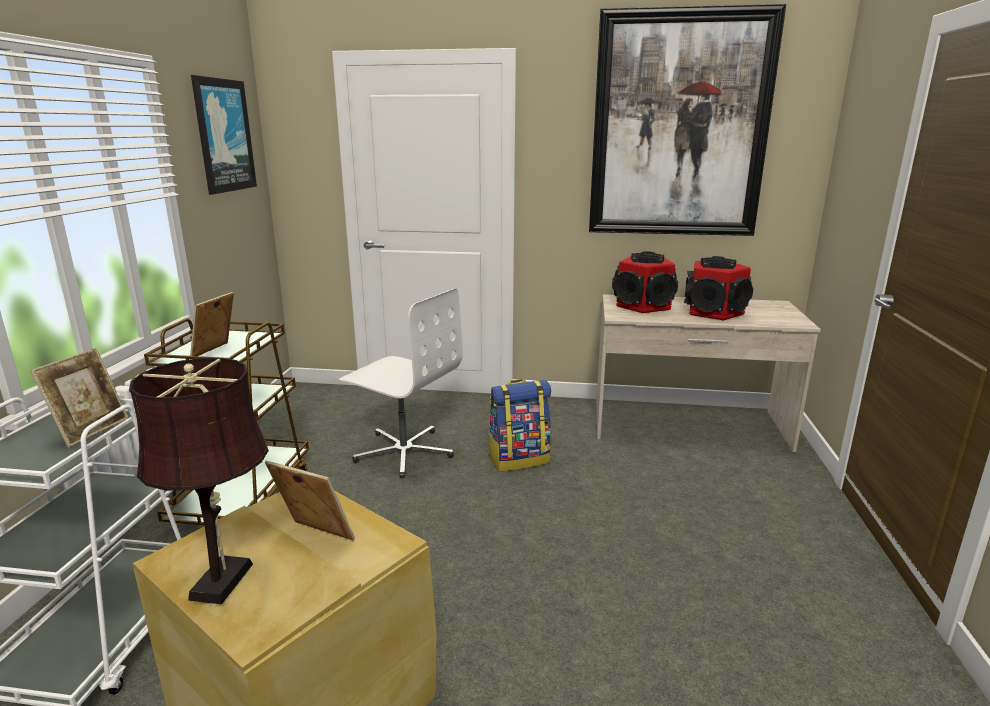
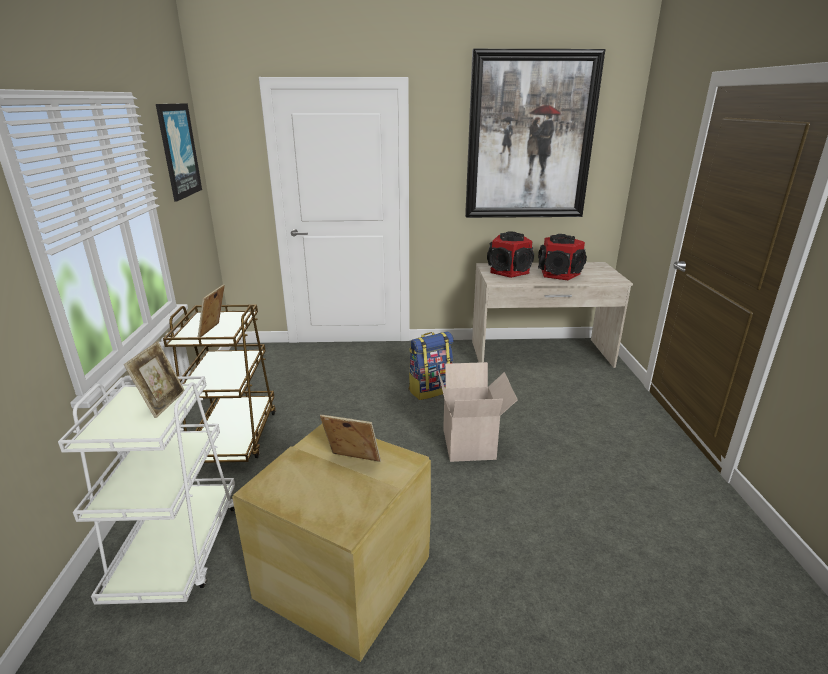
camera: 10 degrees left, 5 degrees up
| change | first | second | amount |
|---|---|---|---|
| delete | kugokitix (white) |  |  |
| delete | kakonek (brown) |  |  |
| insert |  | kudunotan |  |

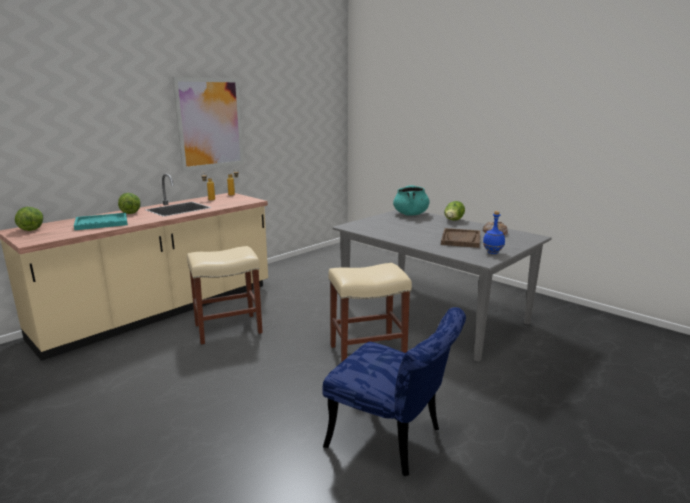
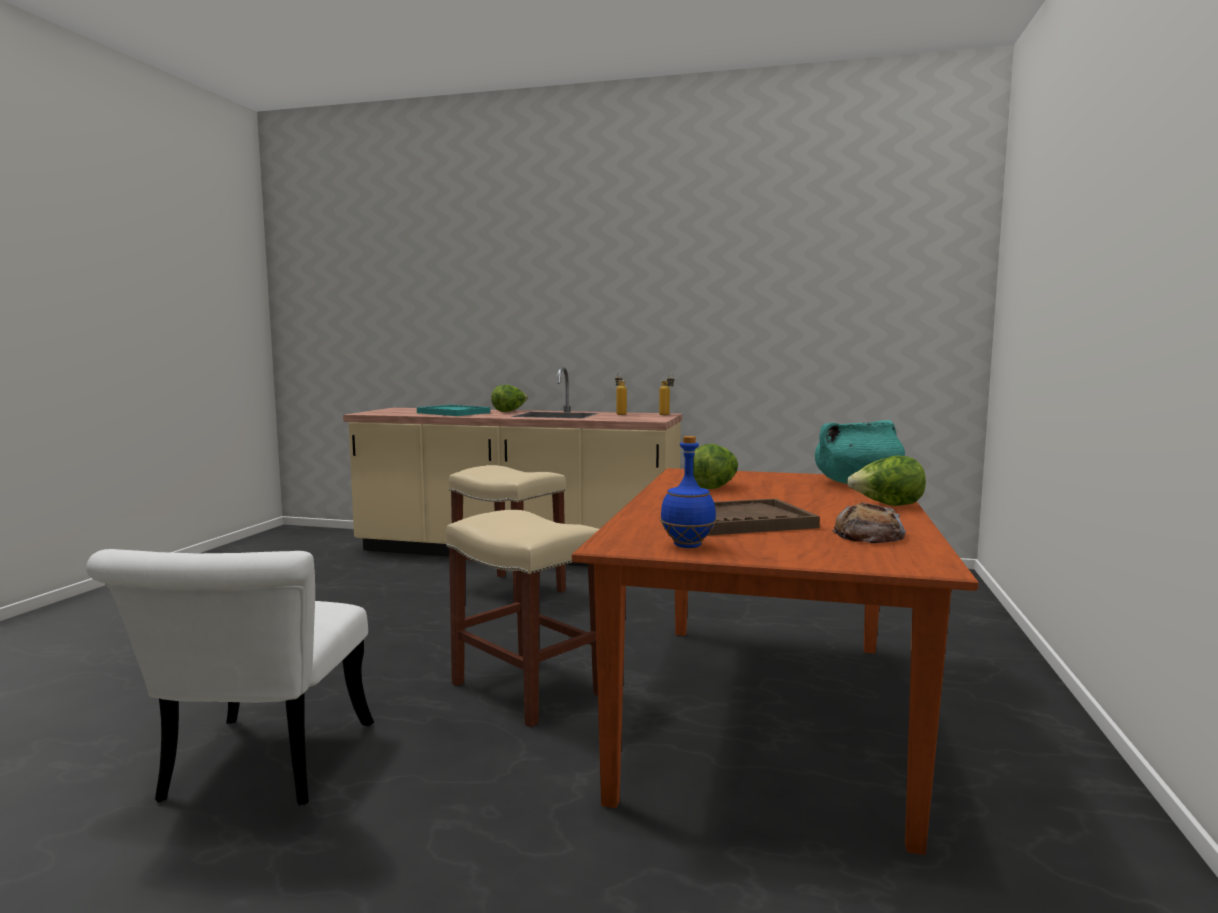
camera: 60 degrees right, 10 degrees down
| change | first | second | amount |
|---|---|---|---|
| delete | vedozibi |  |  |
| move | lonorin (1st from left in the first image) | lonorin (2nd from left) |  |
| recolor | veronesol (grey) | veronesol (brown) |  |
| recolor | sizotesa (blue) | sizotesa (white) |  |

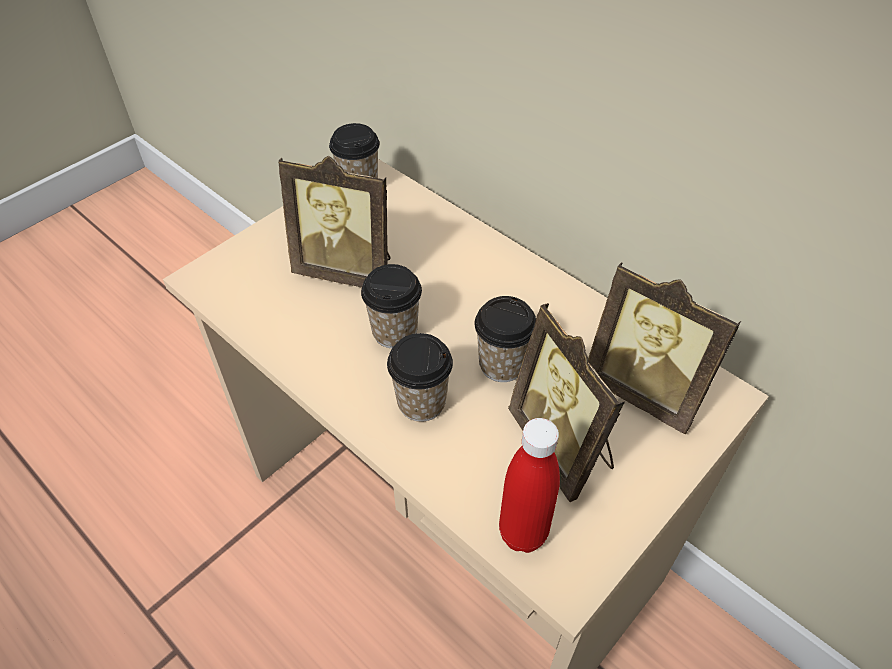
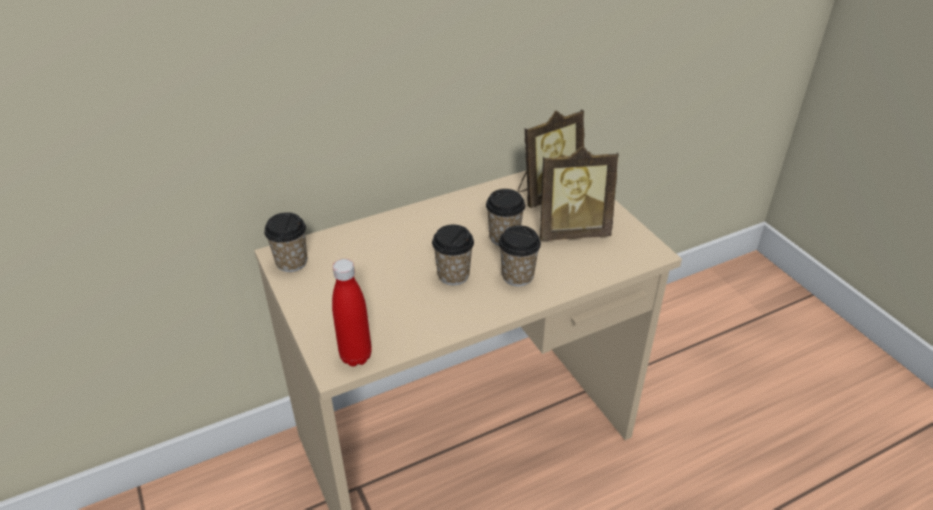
camera: 70 degrees left, 10 degrees down
| change | first | second | amount |
|---|---|---|---|
| delete | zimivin (1st from left) |  |  |
| move | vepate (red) |  |  |

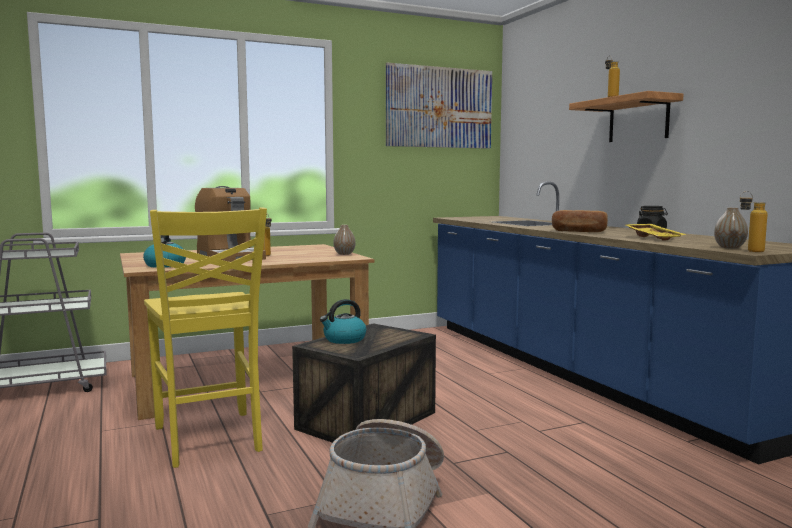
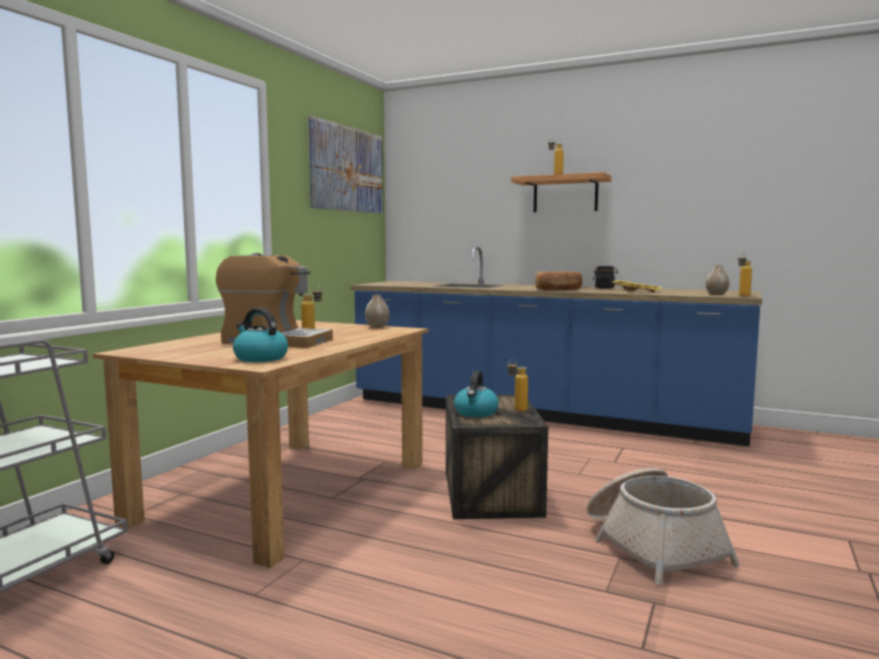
camera: 40 degrees left, 0 degrees up
| change | first | second | amount |
|---|---|---|---|
| delete | sizotesa (yellow) |  |  |
| insert |  | vepate (2nd from left) |  |

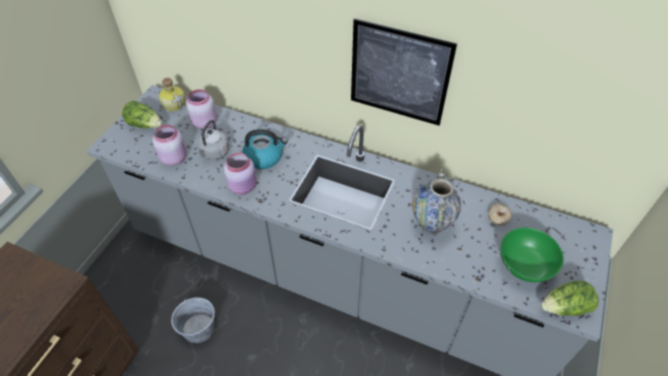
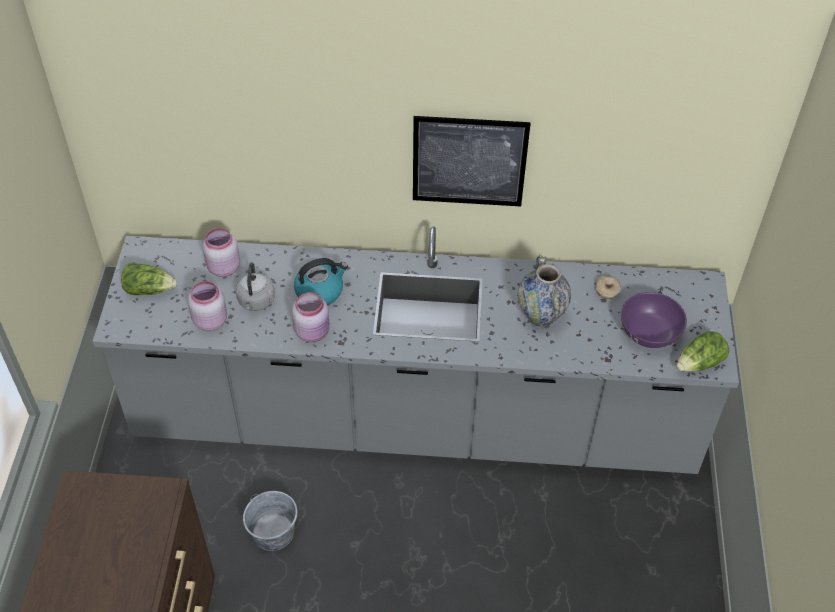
camera: 20 degrees left, 0 degrees up
| change | first | second | amount |
|---|---|---|---|
| delete | vepate |  |  |
| recolor | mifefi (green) | mifefi (purple) |  |

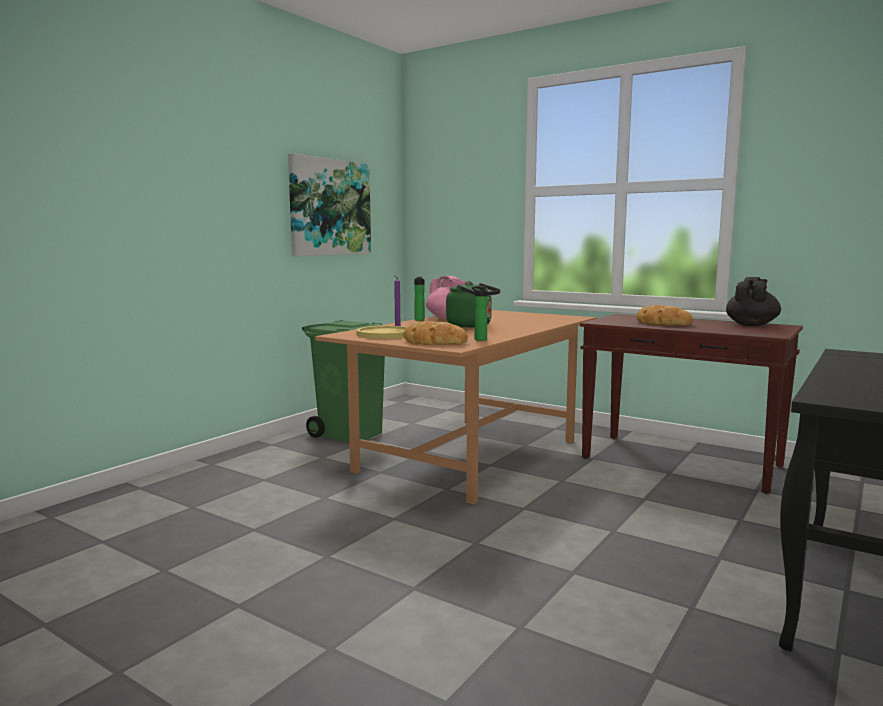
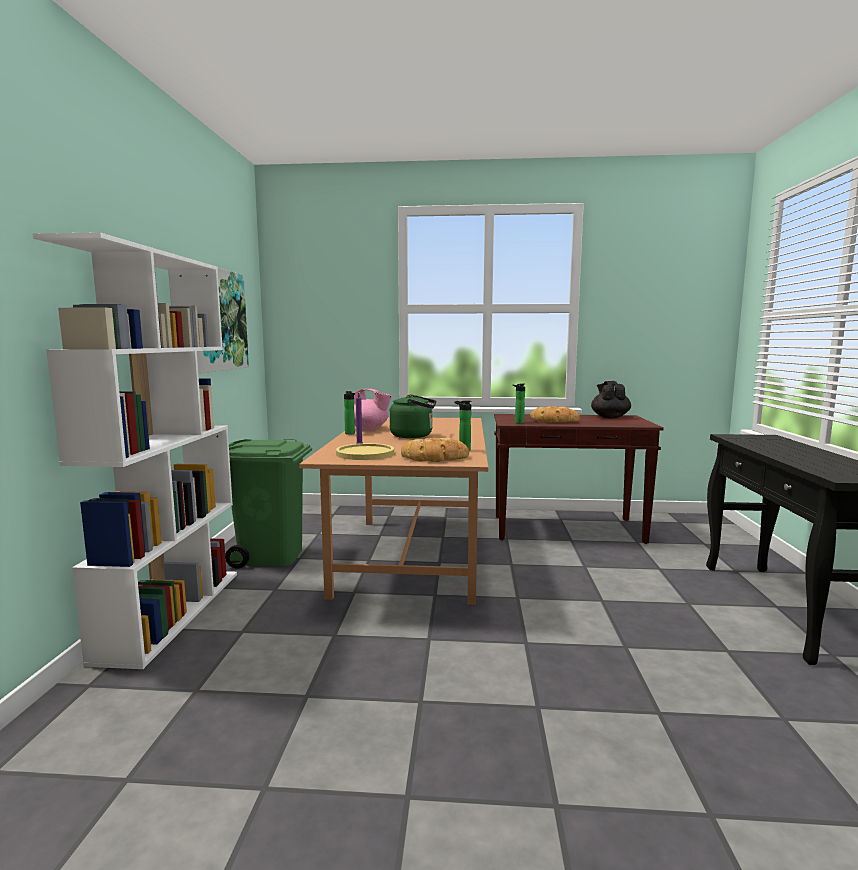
camera: 30 degrees left, 0 degrees up
| change | first | second | amount |
|---|---|---|---|
| insert |  | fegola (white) |  |
| insert |  | vepate (3rd from left) |  |

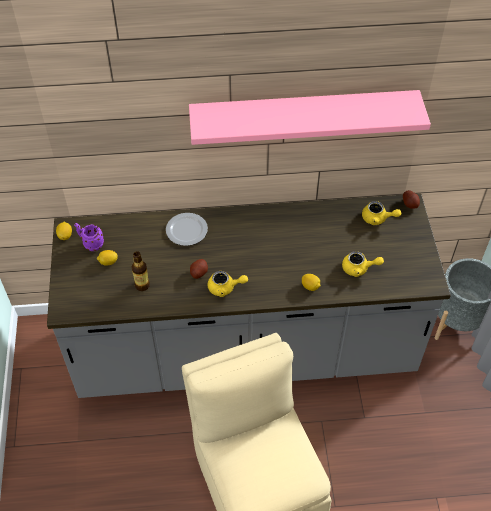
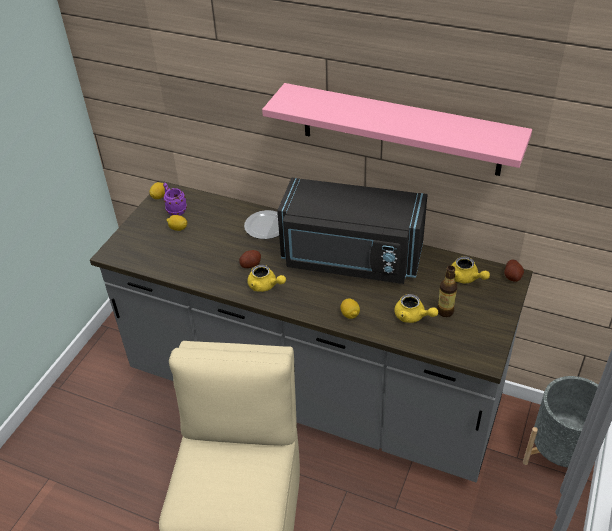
camera: 30 degrees right, 10 degrees down
| change | first | second | amount |
|---|---|---|---|
| move | vepate |  |  |
| insert |  | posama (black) |  |

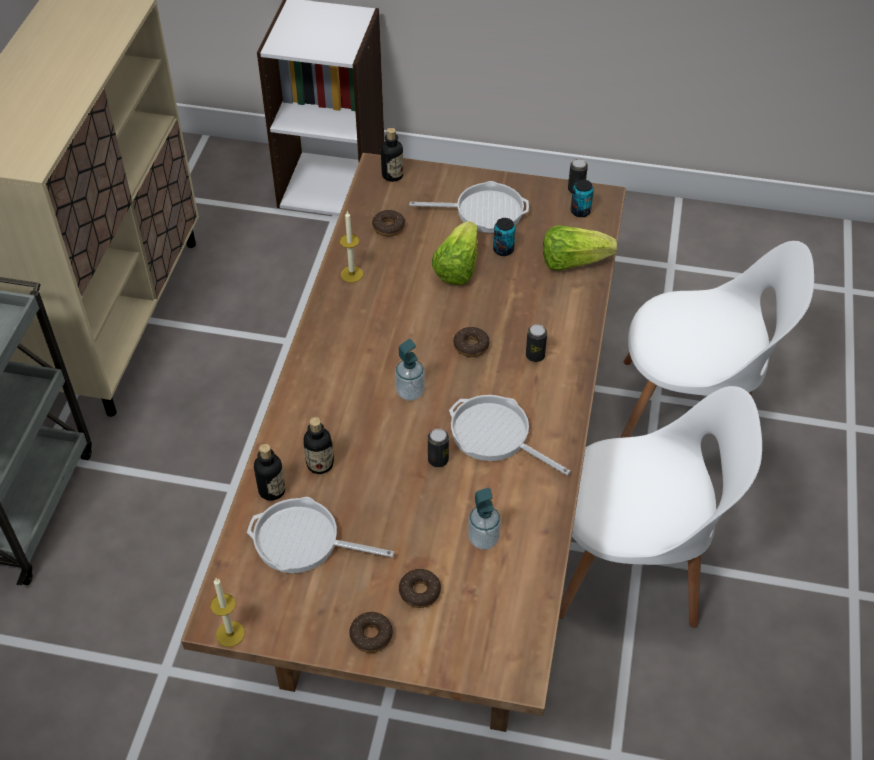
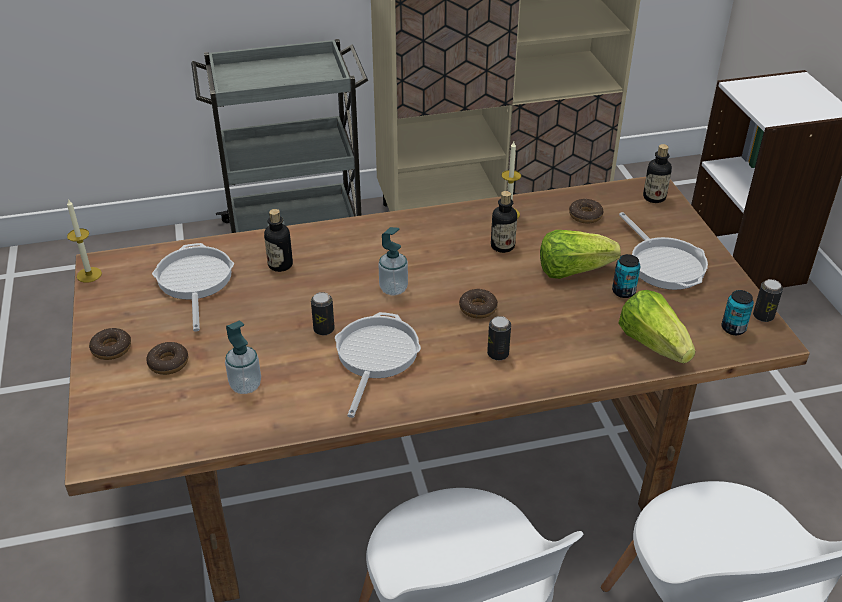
camera: 65 degrees right, 10 degrees down
| change | first | second | amount |
|---|---|---|---|
| move | vepate (1st from left in the first image) | vepate (2nd from left) |  |

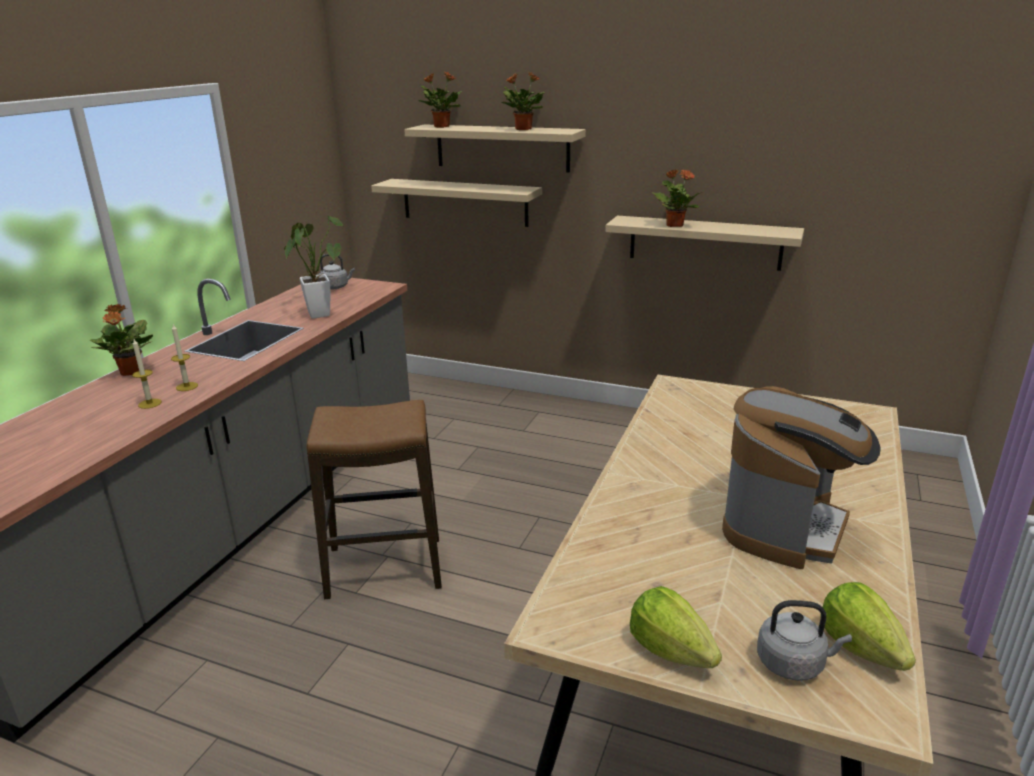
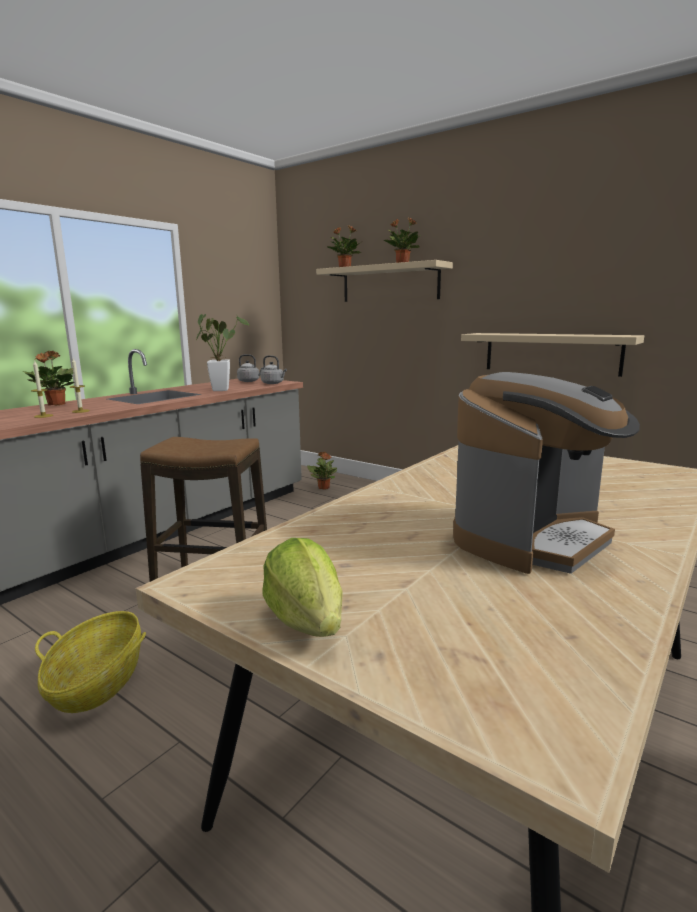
camera: 15 degrees right, 10 degrees down
| change | first | second | amount |
|---|---|---|---|
| move | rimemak (5th from left in the first image) | rimemak (3rd from left) |  |
| delete | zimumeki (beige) (1st from left) |  |  |
| delete | lonorin (2nd from left) |  |  |
| move | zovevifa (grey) (2nd from left) |  |  |
| insert |  | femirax |  |

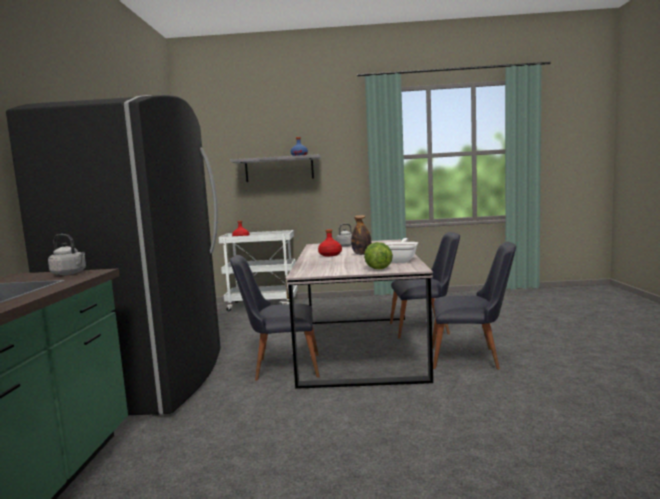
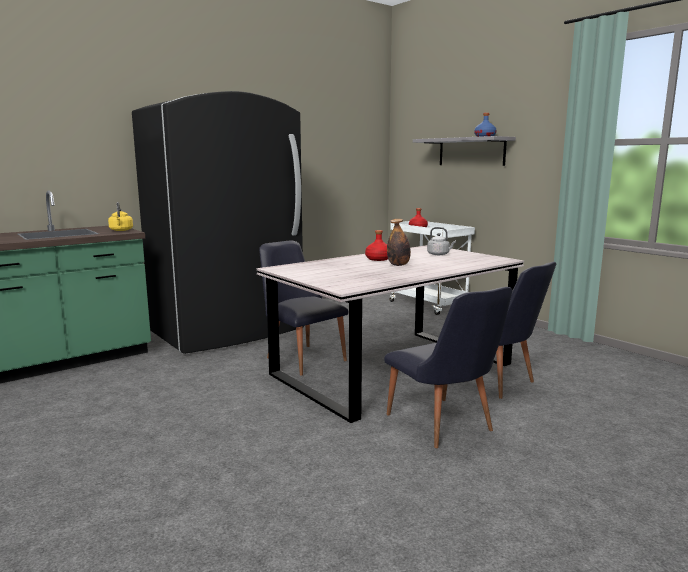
camera: 50 degrees right, 5 degrees up
| change | first | second | amount |
|---|---|---|---|
| recolor | zovevifa (grey) (1st from left) | zovevifa (yellow) |  |
| delete | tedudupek |  |  |
| delete | lonorin |  |  |

